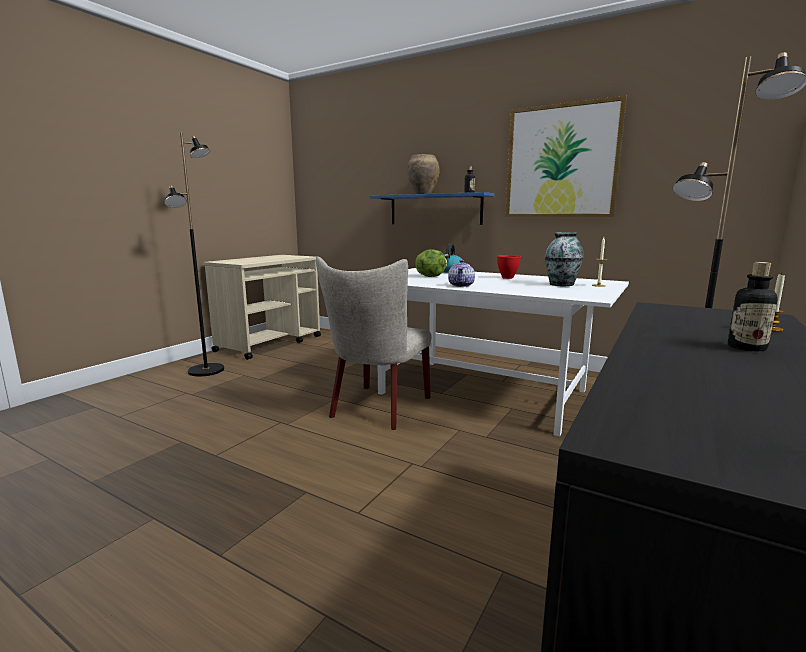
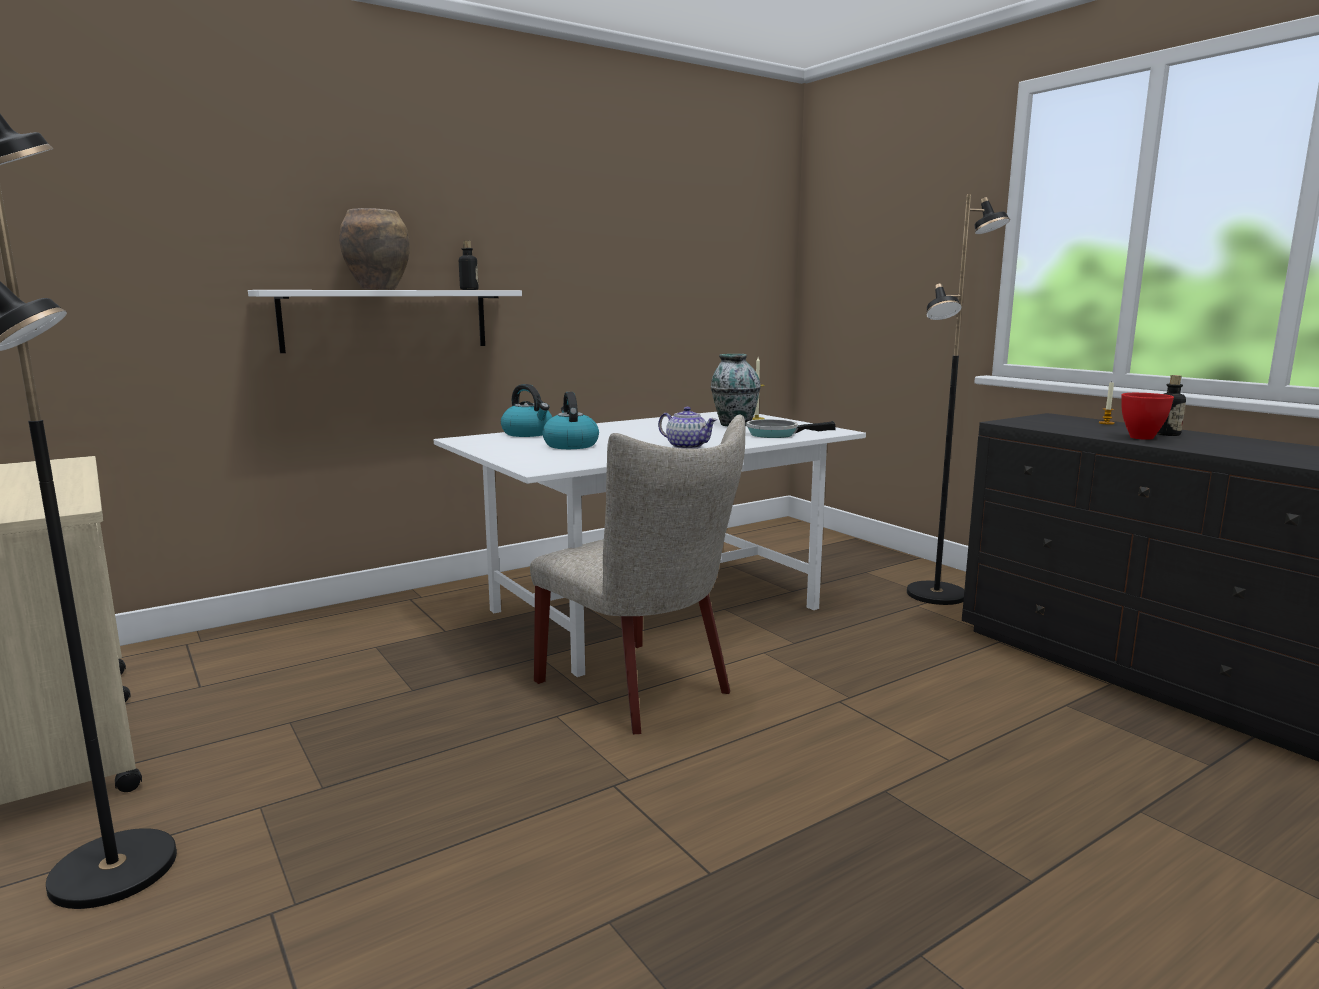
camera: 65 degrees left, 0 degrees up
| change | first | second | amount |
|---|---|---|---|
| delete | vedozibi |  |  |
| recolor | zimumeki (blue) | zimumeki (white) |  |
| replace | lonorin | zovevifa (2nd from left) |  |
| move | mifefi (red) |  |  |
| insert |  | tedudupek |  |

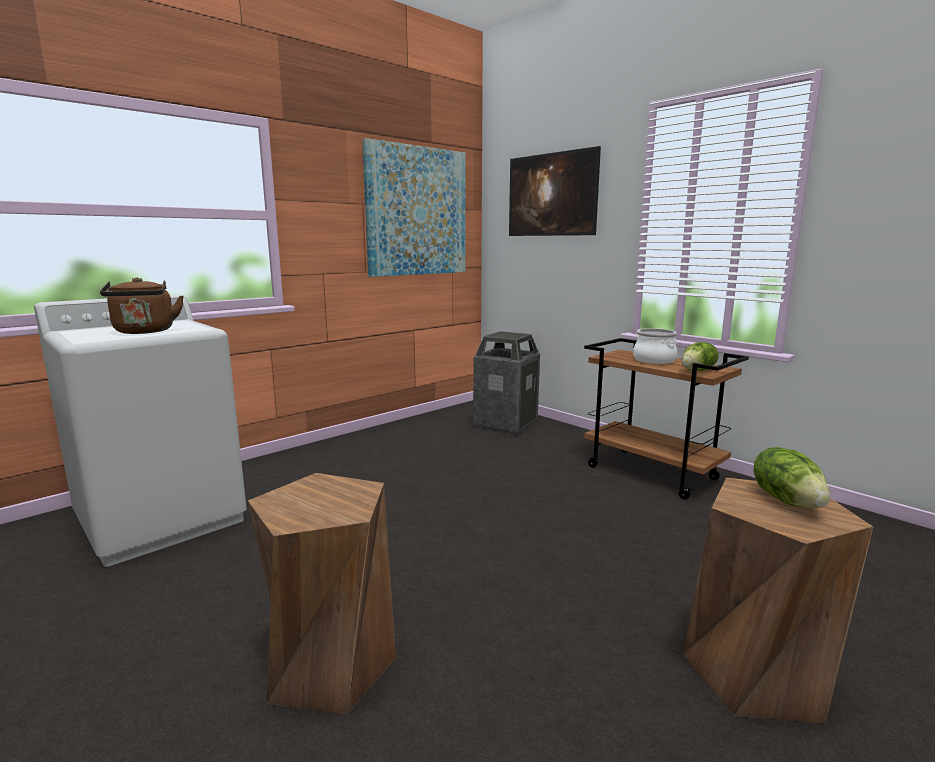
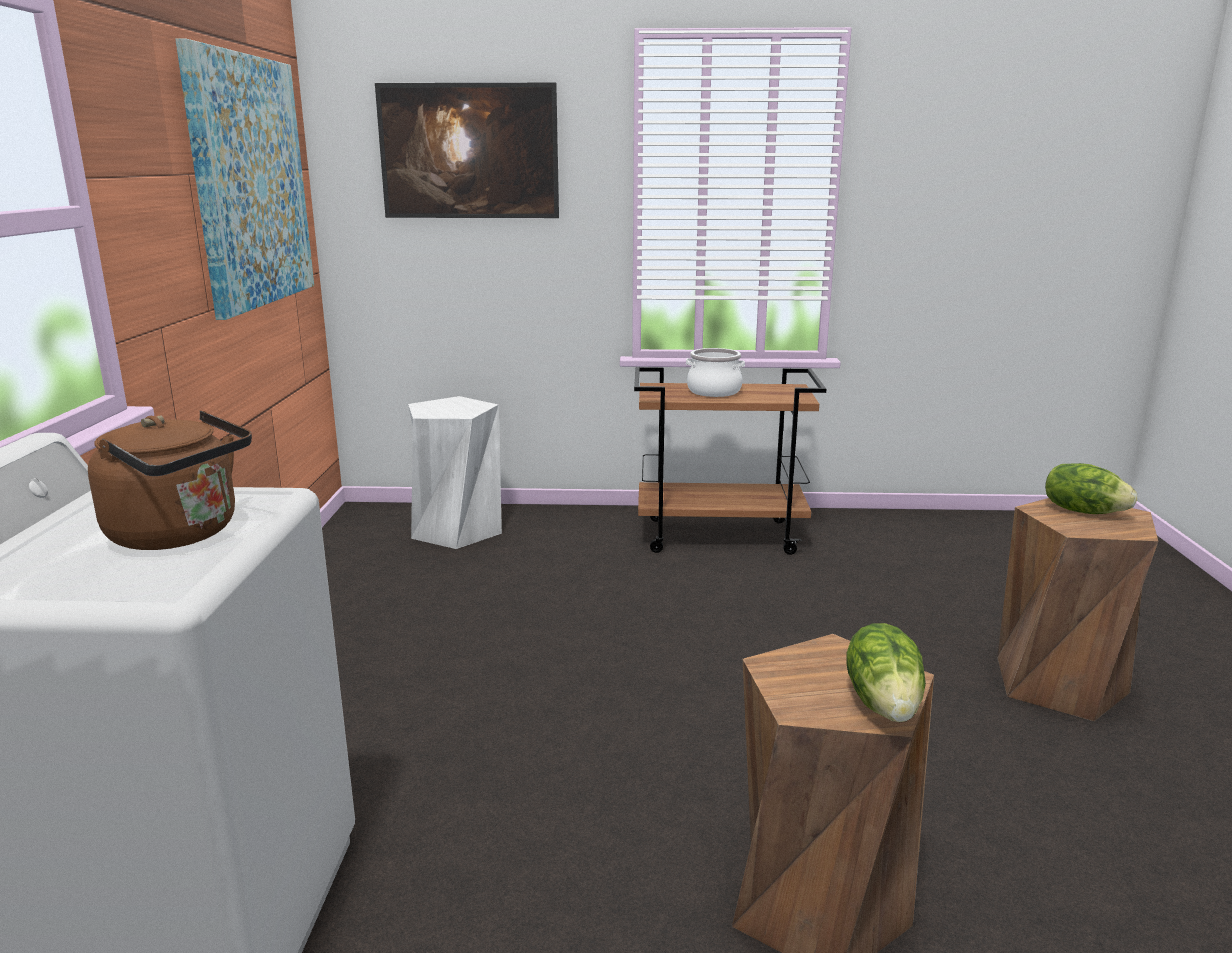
camera: 45 degrees left, 5 degrees up
| change | first | second | amount |
|---|---|---|---|
| replace | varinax | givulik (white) |  |
| move | lonorin (1st from left) |  |  |

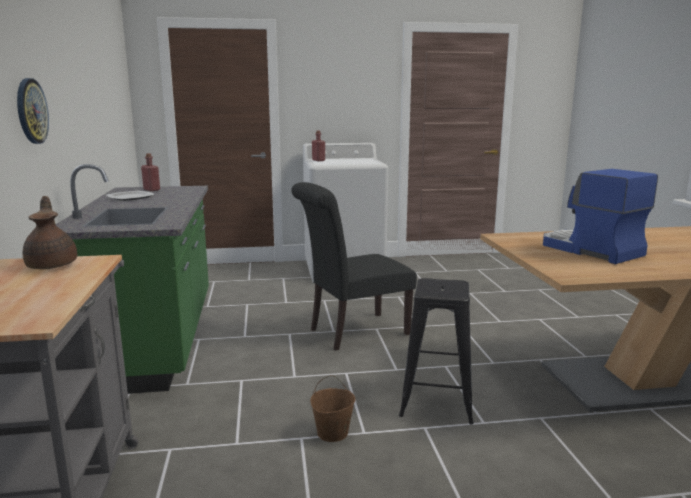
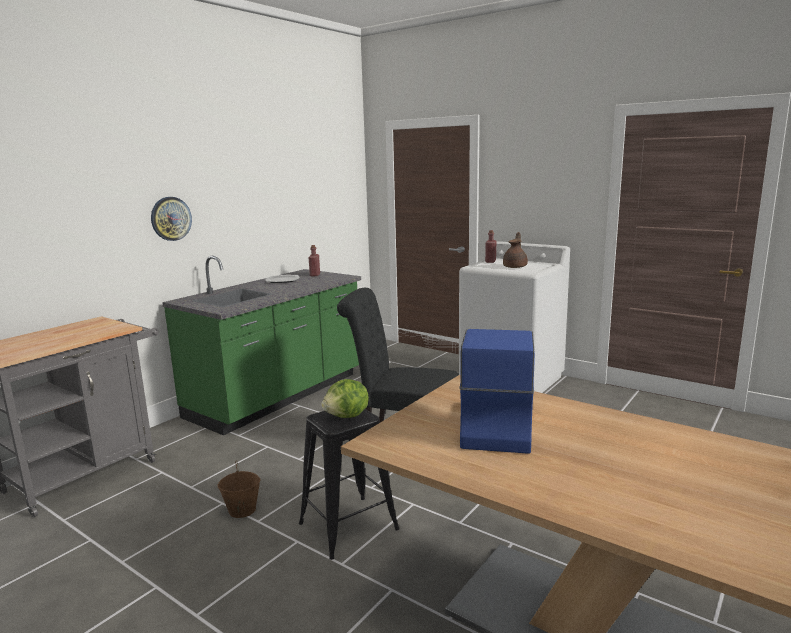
camera: 45 degrees right, 0 degrees up
| change | first | second | amount |
|---|---|---|---|
| move | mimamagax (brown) |  |  |
| insert |  | lonorin |  |

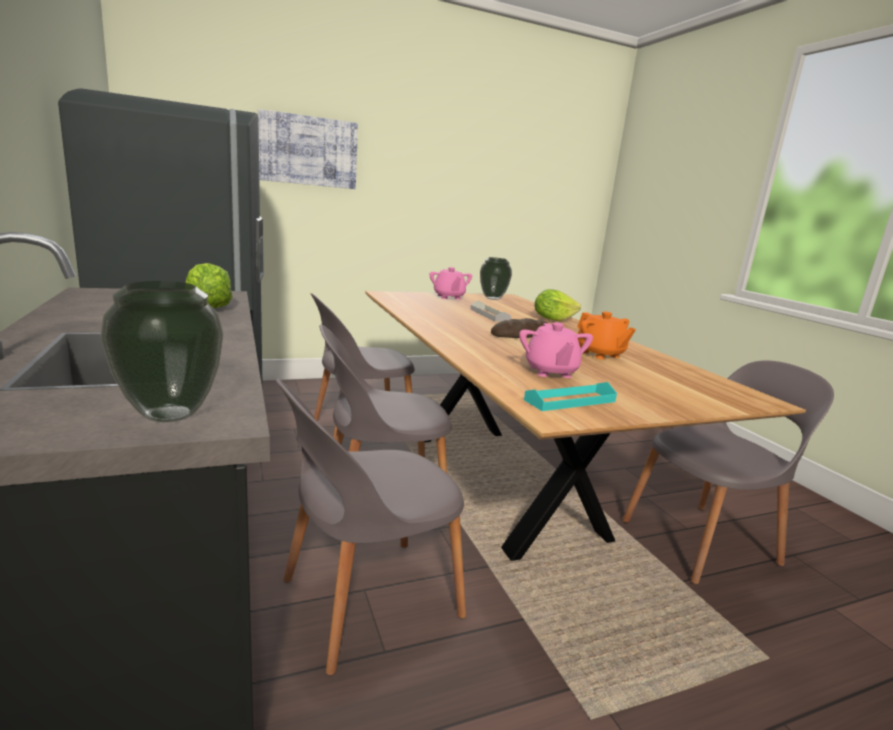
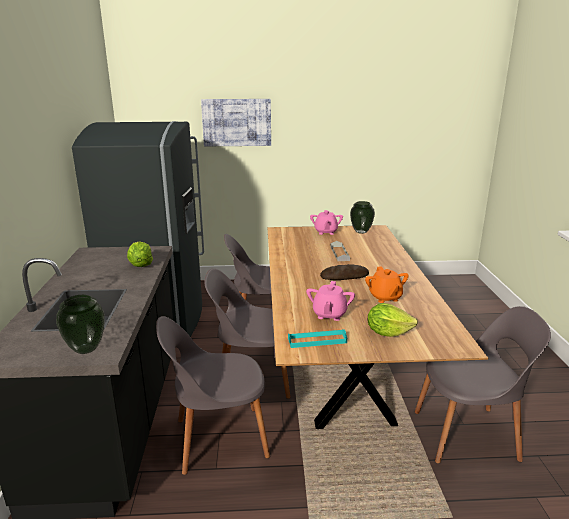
camera: 20 degrees right, 5 degrees up
| change | first | second | amount |
|---|---|---|---|
| move | lonorin (2nd from left) |  |  |

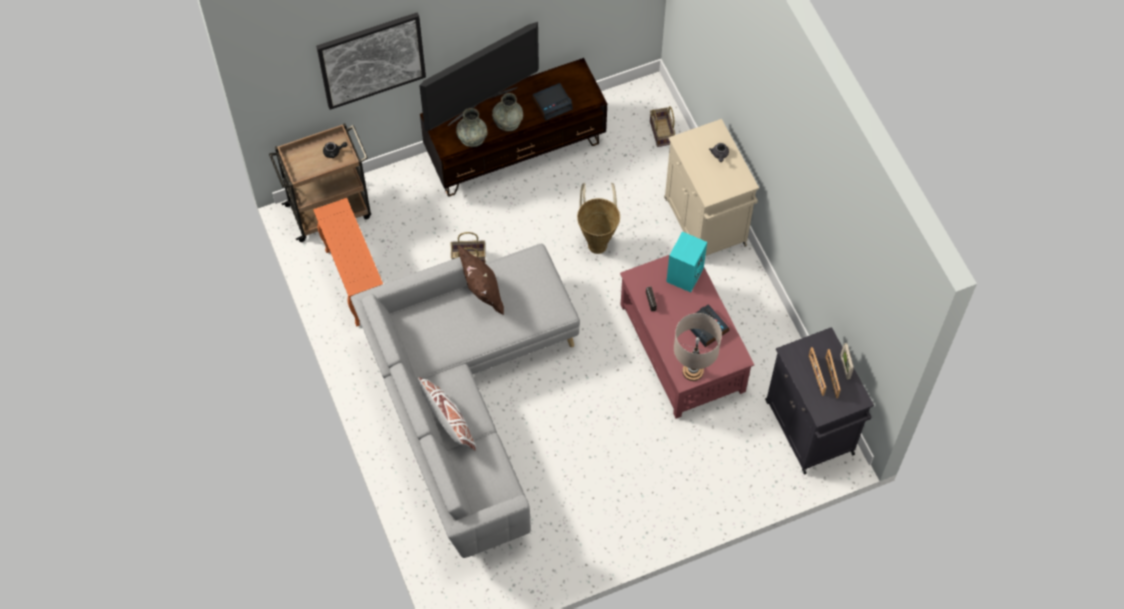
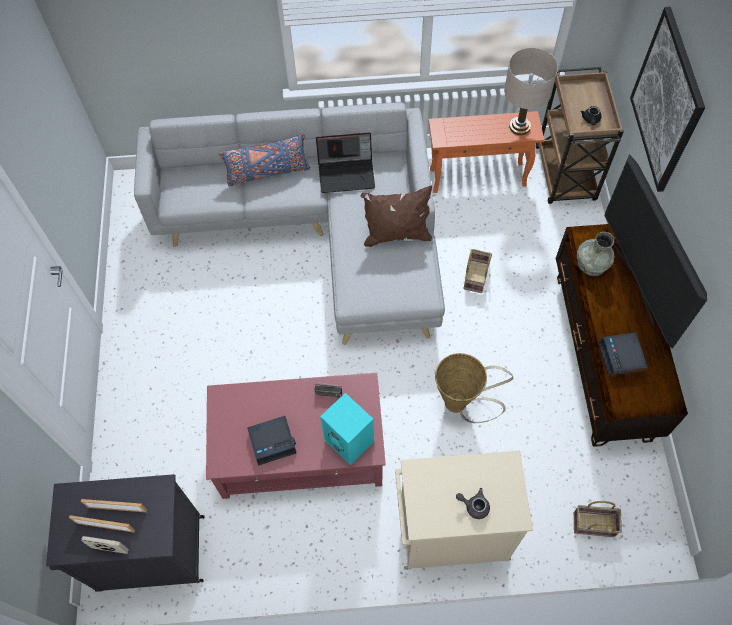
camera: 110 degrees right, 0 degrees up
| change | first | second | amount |
|---|---|---|---|
| delete | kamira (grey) (2nd from left) |  |  |
| move | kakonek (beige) |  |  |
| recolor | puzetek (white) | puzetek (blue) |  |
| insert |  | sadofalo |  |

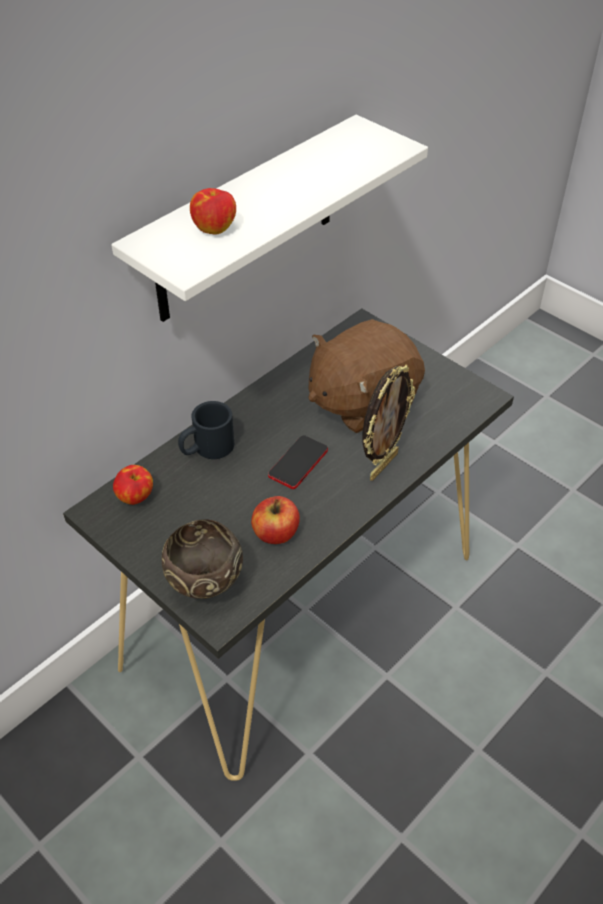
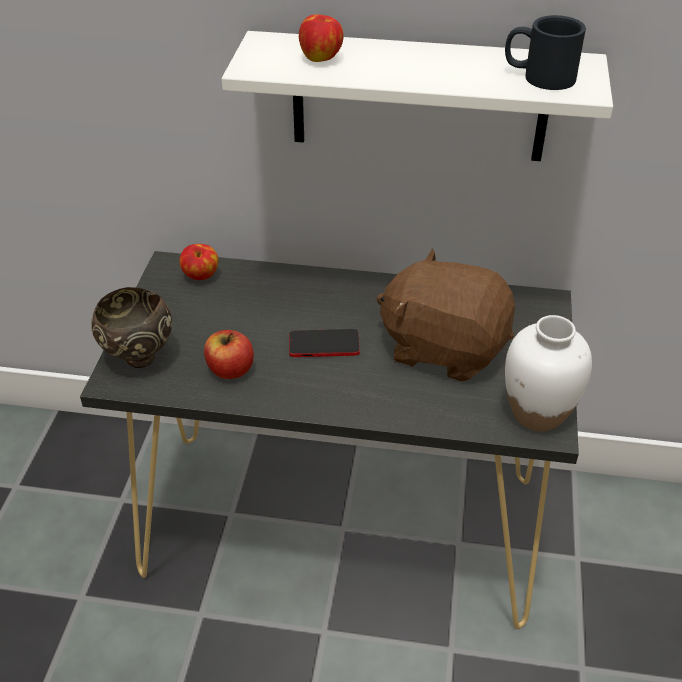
camera: 55 degrees right, 5 degrees down
| change | first | second | amount |
|---|---|---|---|
| delete | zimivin |  |  |
| move | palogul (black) |  |  |
| insert |  | kamira (white) |  |

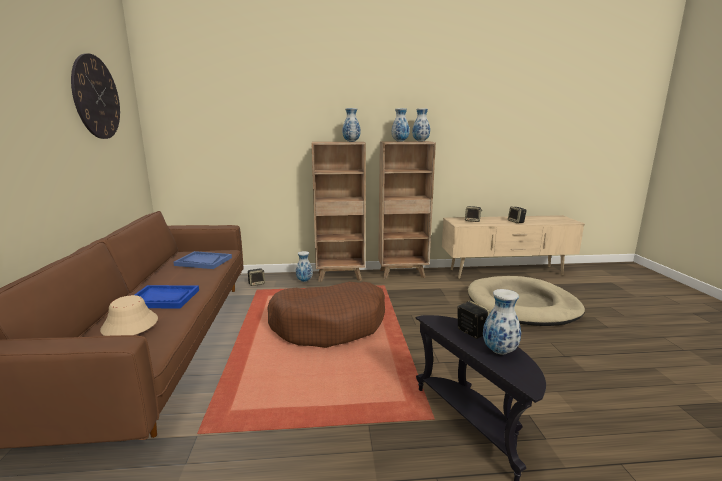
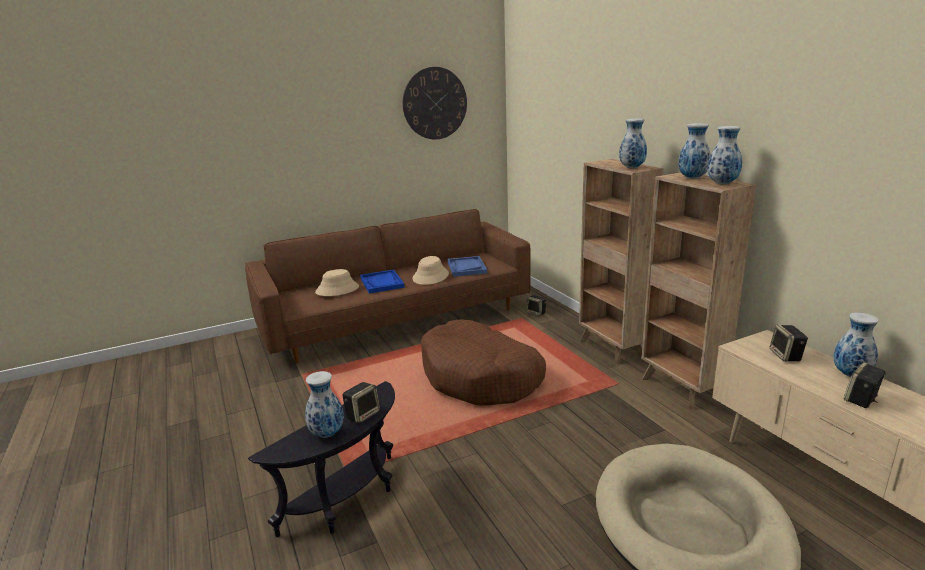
camera: 70 degrees right, 5 degrees up
| change | first | second | amount |
|---|---|---|---|
| move | kamira (1st from left in the first image) | kamira (5th from left) |  |
| insert |  | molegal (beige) (2nd from left) |  |

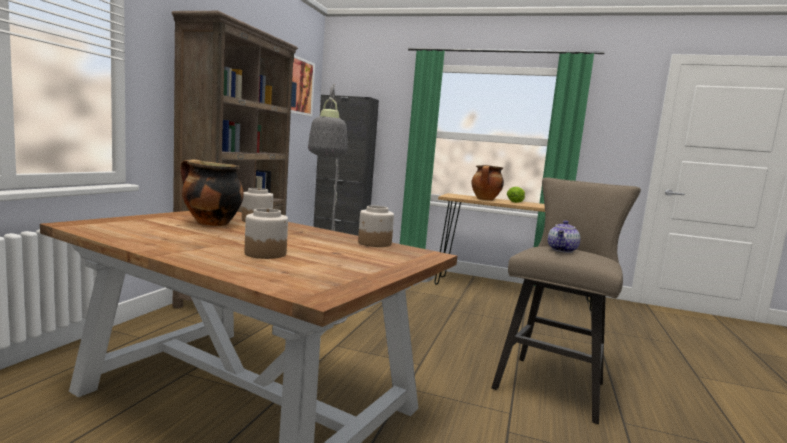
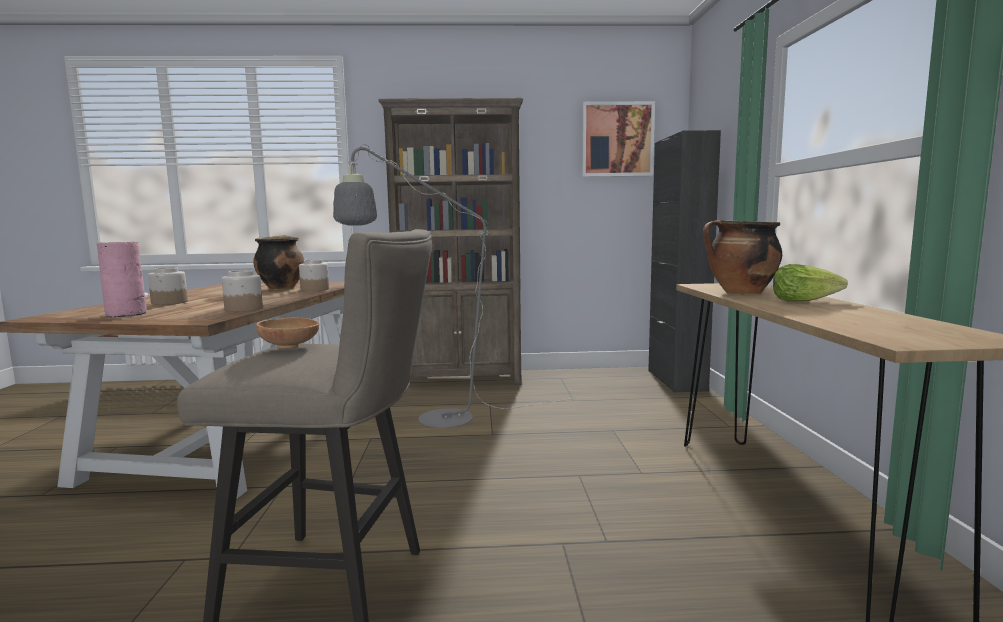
camera: 70 degrees right, 0 degrees up
| change | first | second | amount |
|---|---|---|---|
| replace | mimamagax | mifefi (brown) |  |
| insert |  | kamira (pink) |  |

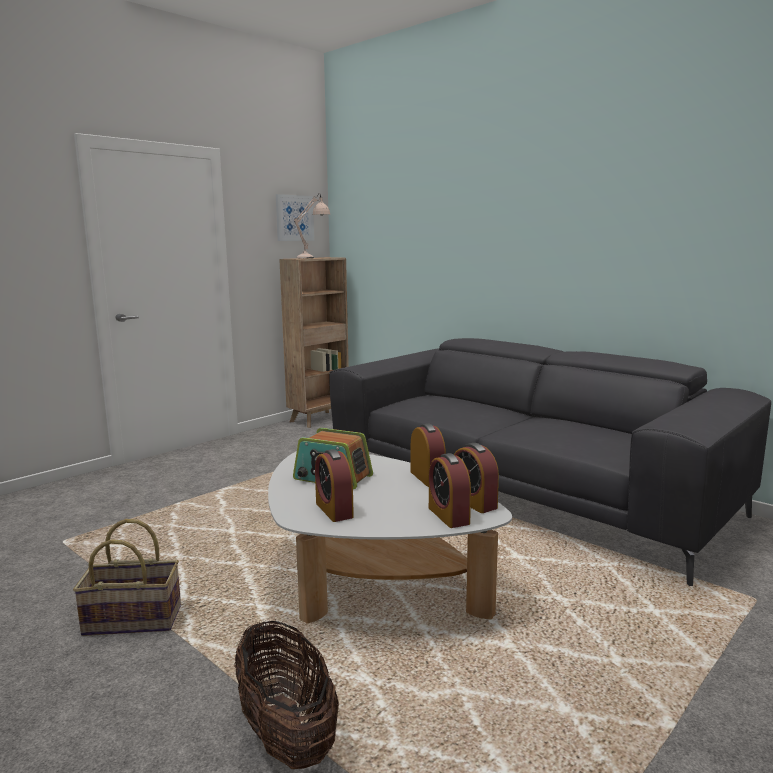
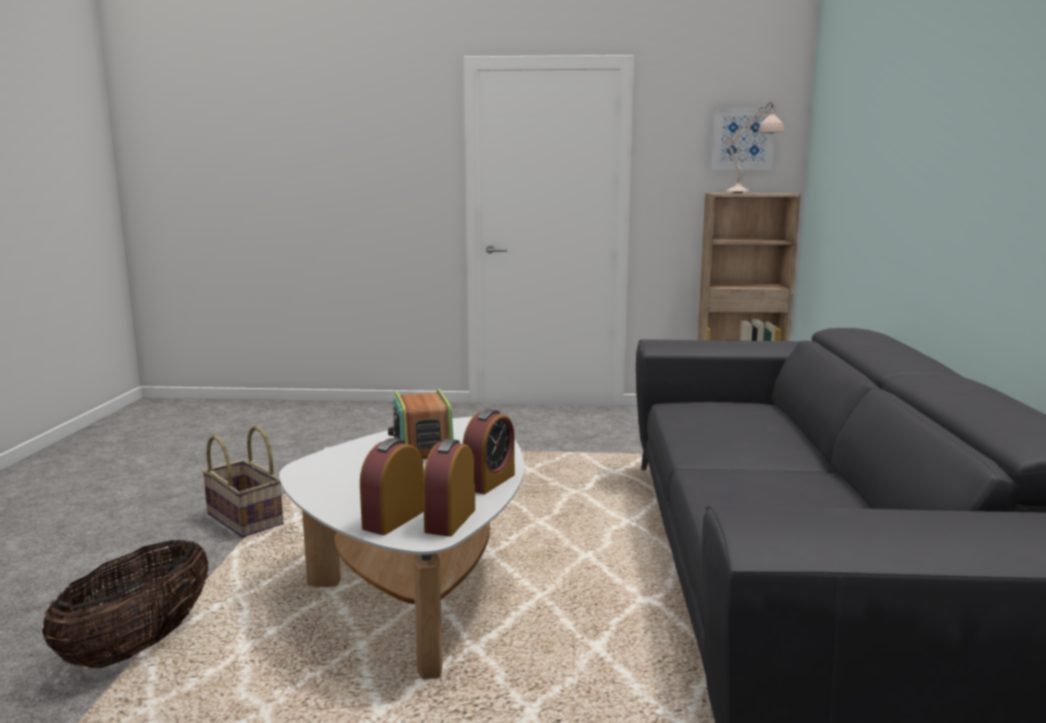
camera: 50 degrees right, 0 degrees up
| change | first | second | amount |
|---|---|---|---|
| delete | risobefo (1st from left) |  |  |

